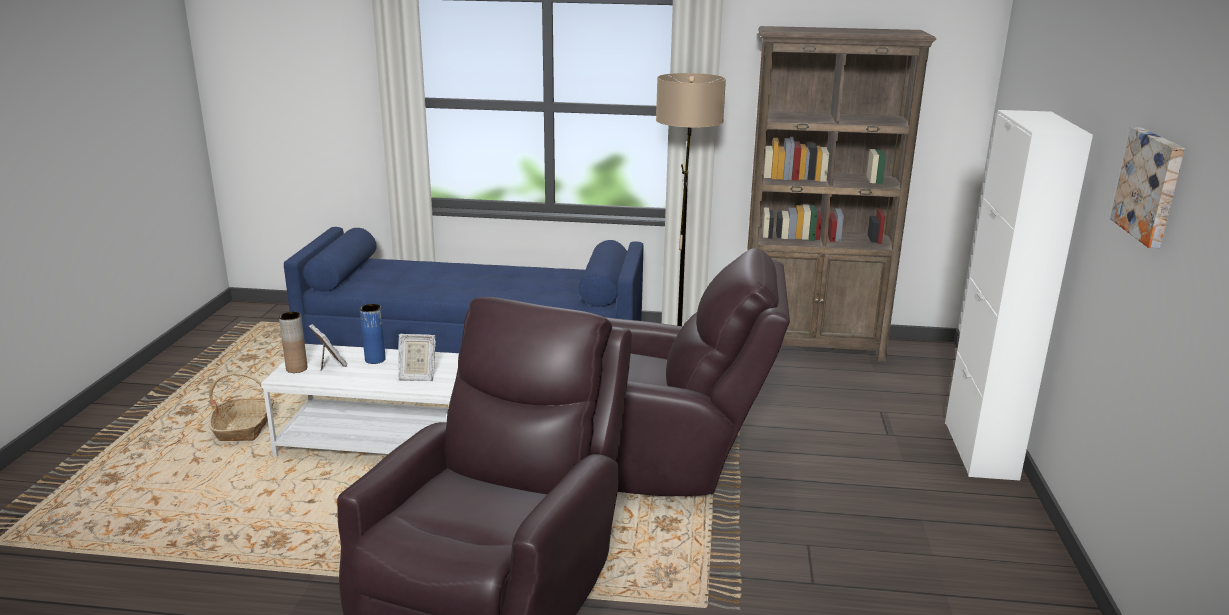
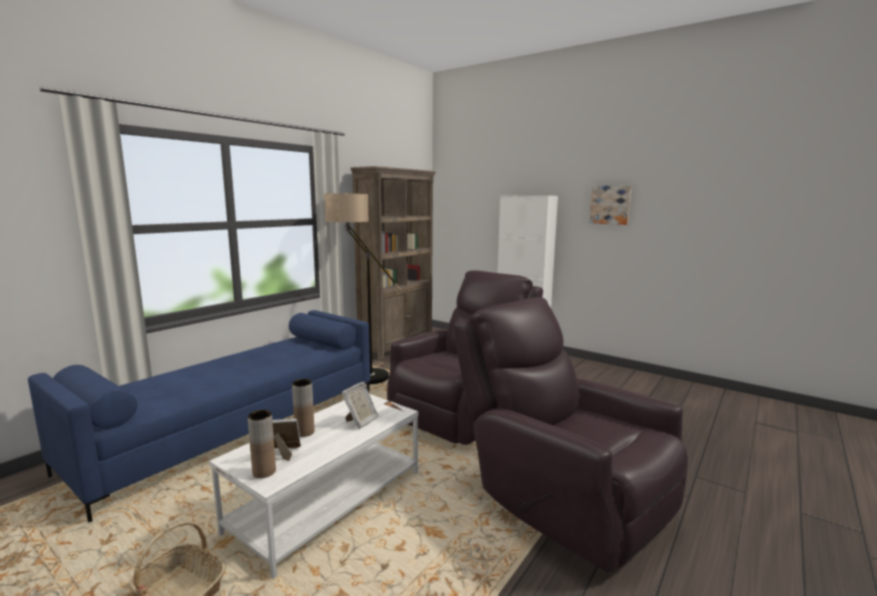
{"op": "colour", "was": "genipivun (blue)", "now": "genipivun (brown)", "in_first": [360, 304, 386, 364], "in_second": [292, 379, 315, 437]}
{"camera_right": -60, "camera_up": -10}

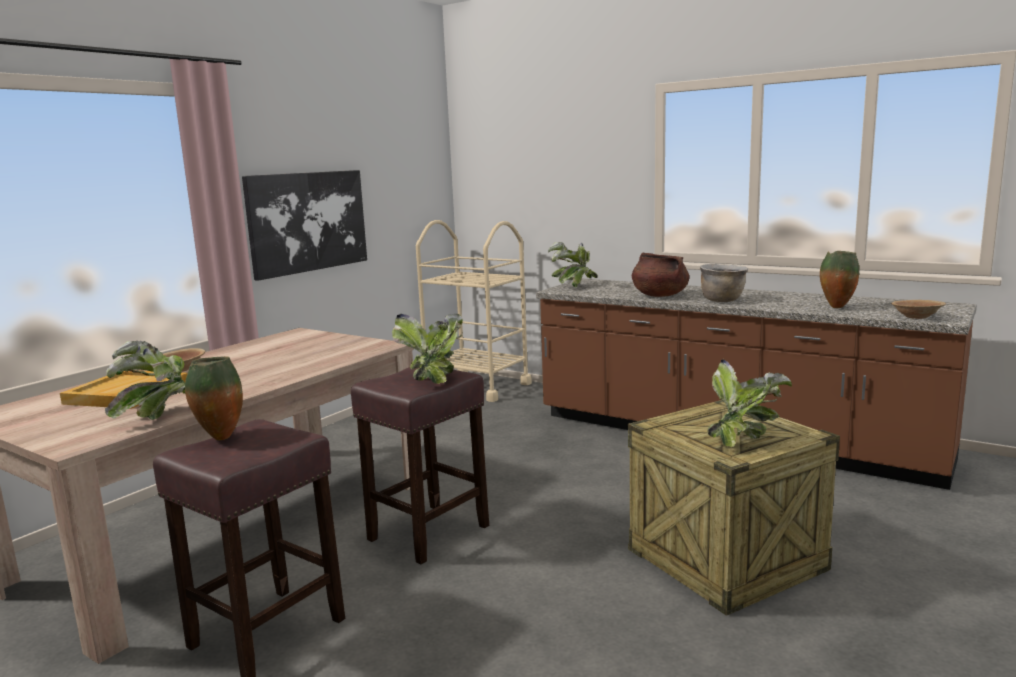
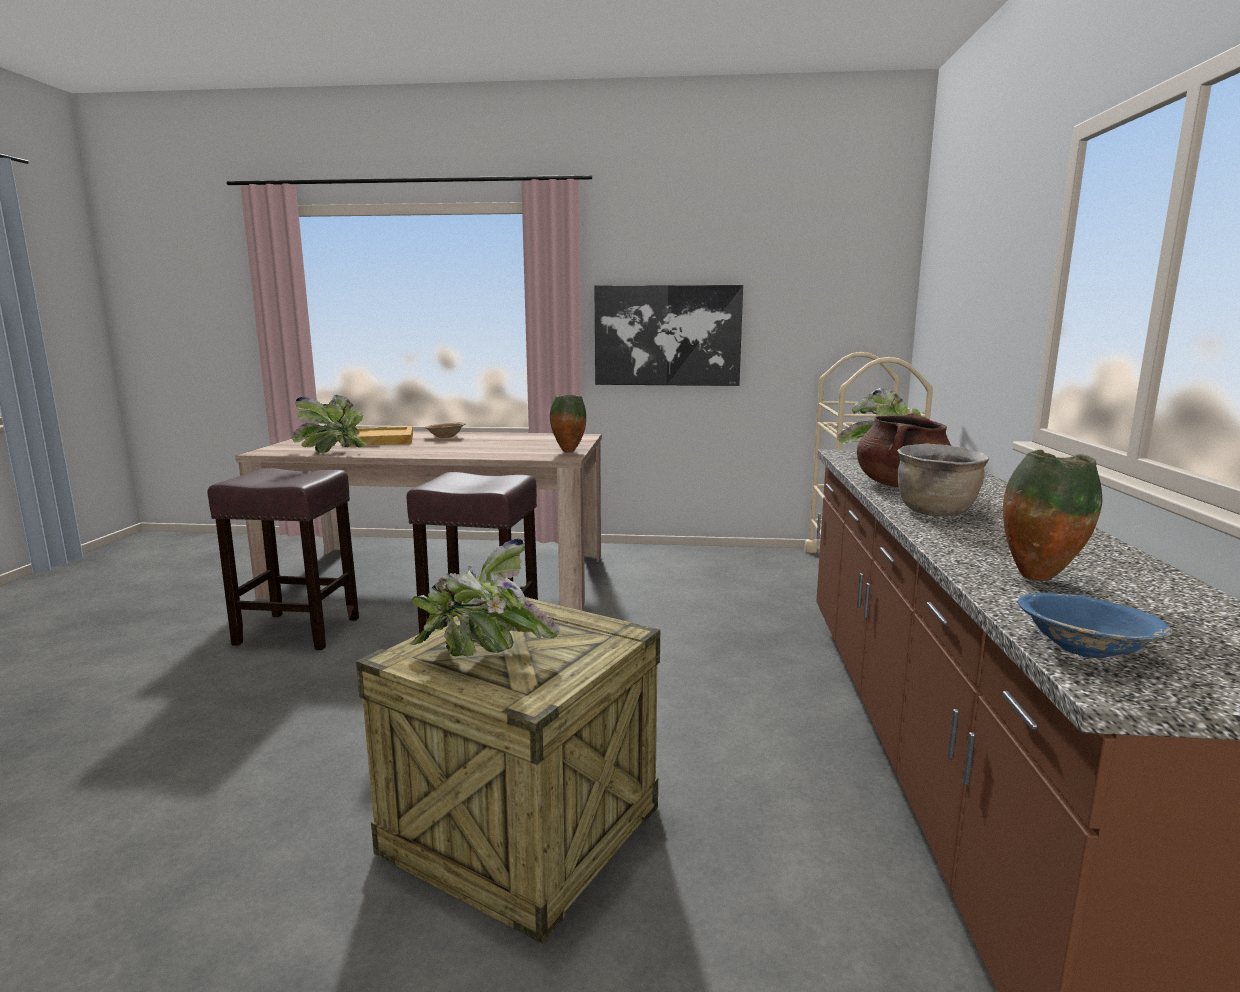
{"op": "relocated", "was": "genipivun", "in_first": [185, 356, 243, 440], "in_second": [550, 395, 586, 452]}
{"op": "missing", "was": "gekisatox", "in_first": [392, 314, 463, 384]}
{"op": "colour", "was": "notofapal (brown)", "now": "notofapal (blue)", "in_first": [891, 300, 946, 319], "in_second": [1018, 593, 1173, 658]}
{"camera_right": 60, "camera_up": 0}

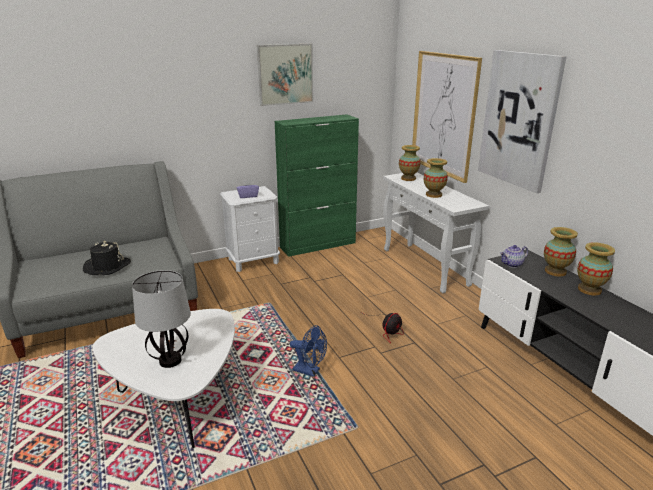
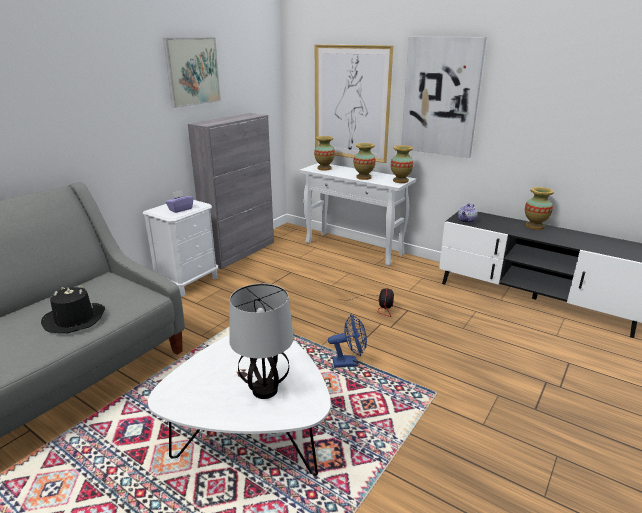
{"op": "colour", "was": "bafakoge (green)", "now": "bafakoge (grey)", "in_first": [275, 114, 359, 257], "in_second": [188, 113, 274, 269]}
{"op": "relocated", "was": "genipivun", "in_first": [544, 227, 578, 276], "in_second": [391, 145, 414, 183]}
{"camera_right": -30, "camera_up": 0}

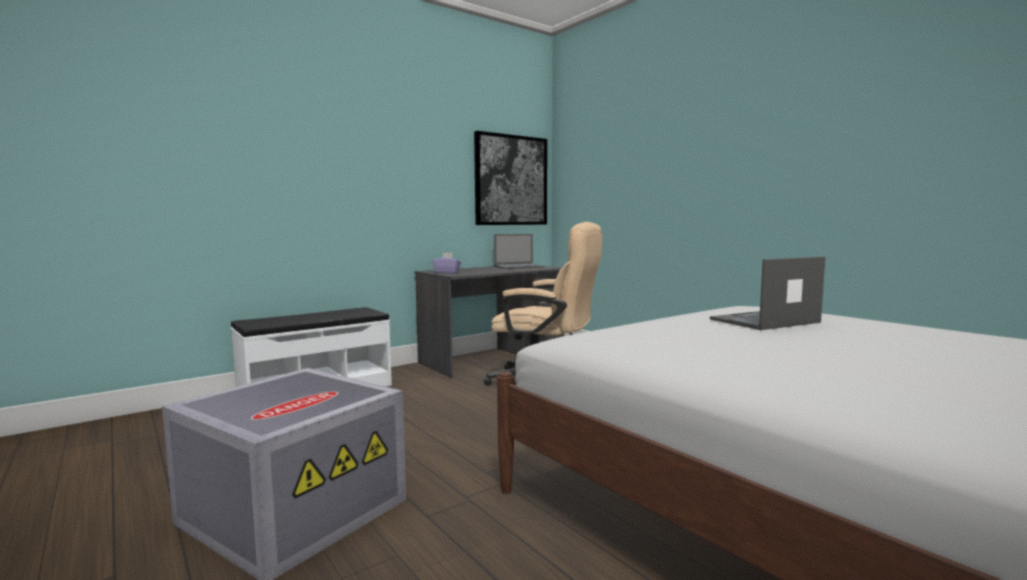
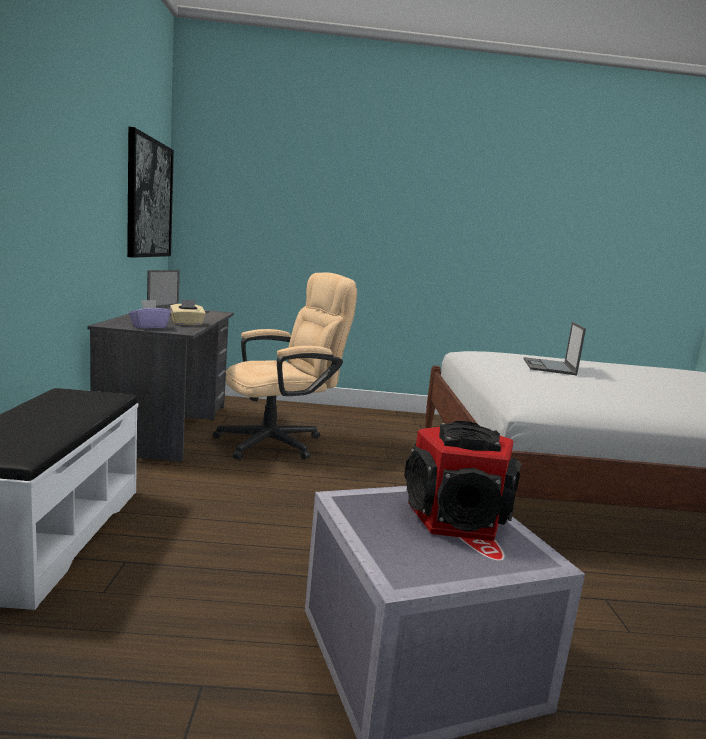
{"op": "appeared", "now": "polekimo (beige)", "in_second": [170, 299, 206, 325]}
{"op": "appeared", "now": "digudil", "in_second": [404, 421, 521, 541]}
{"camera_right": -55, "camera_up": 5}

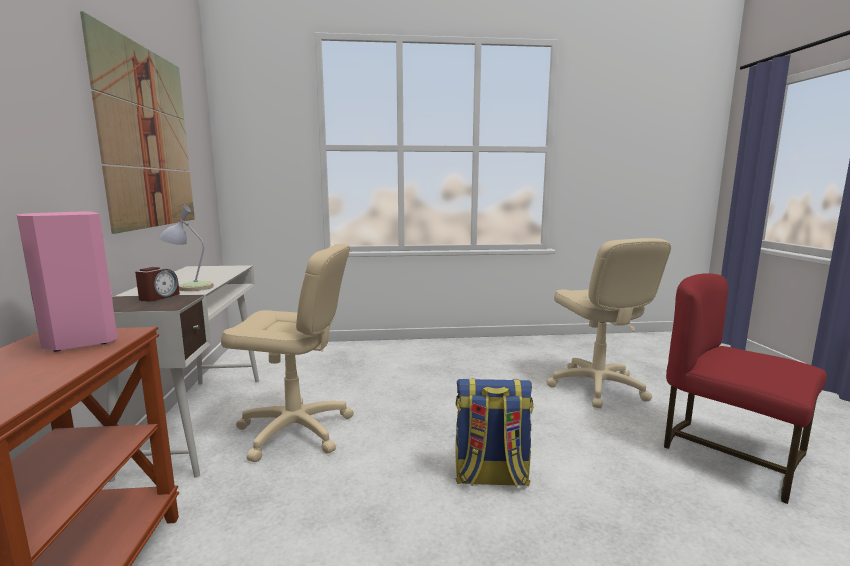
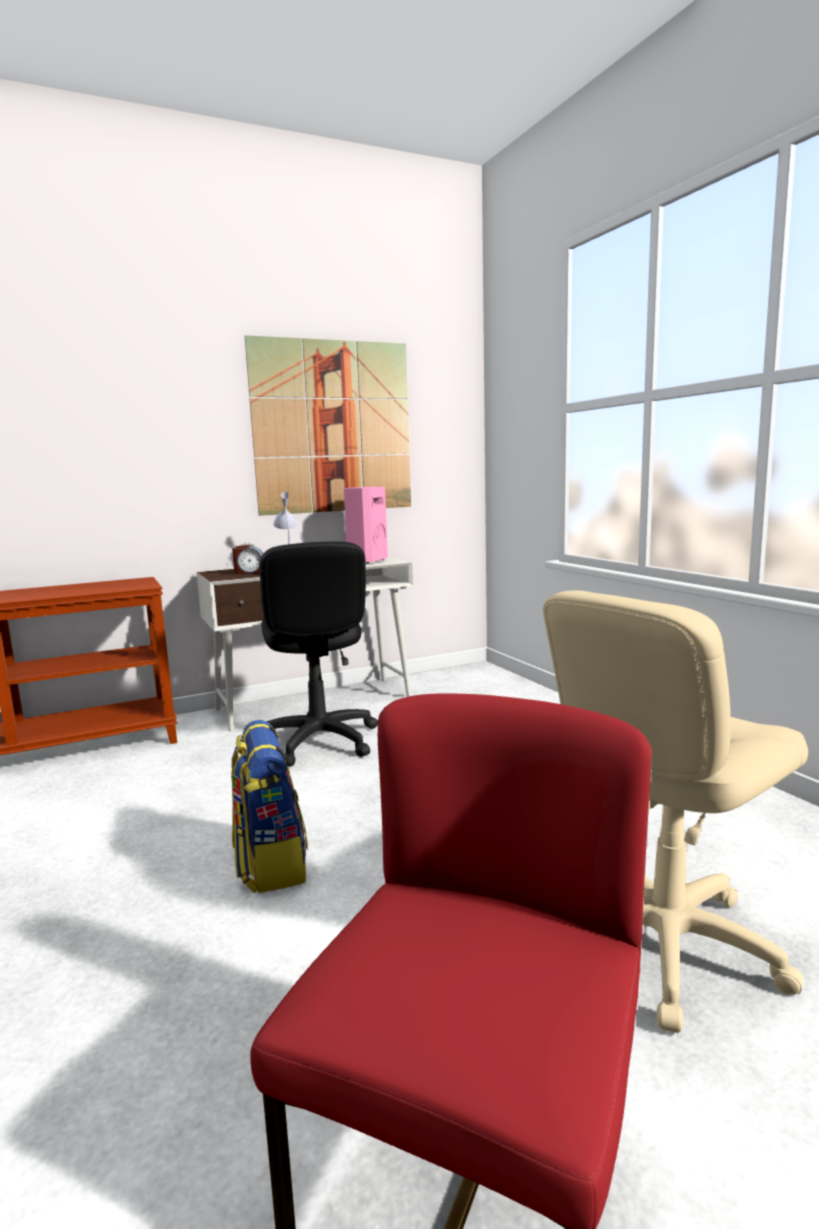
{"op": "relocated", "was": "digudil (pink)", "in_first": [17, 212, 118, 352], "in_second": [344, 487, 388, 564]}
{"op": "colour", "was": "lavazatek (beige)", "now": "lavazatek (black)", "in_first": [221, 244, 354, 462], "in_second": [259, 541, 378, 767]}
{"camera_right": 70, "camera_up": 0}

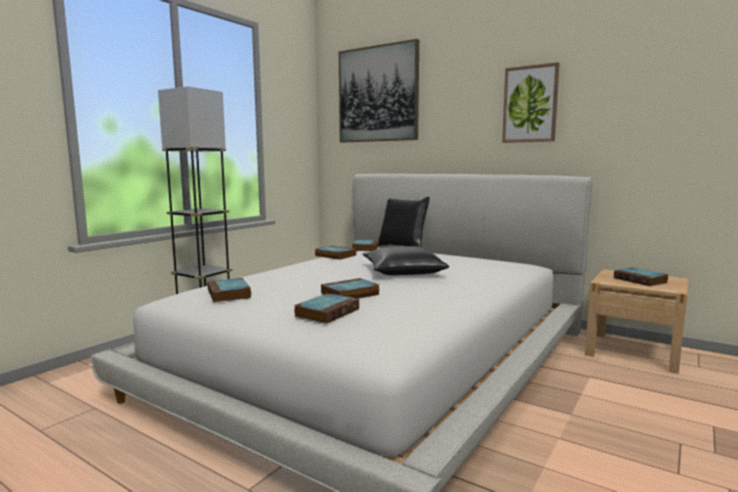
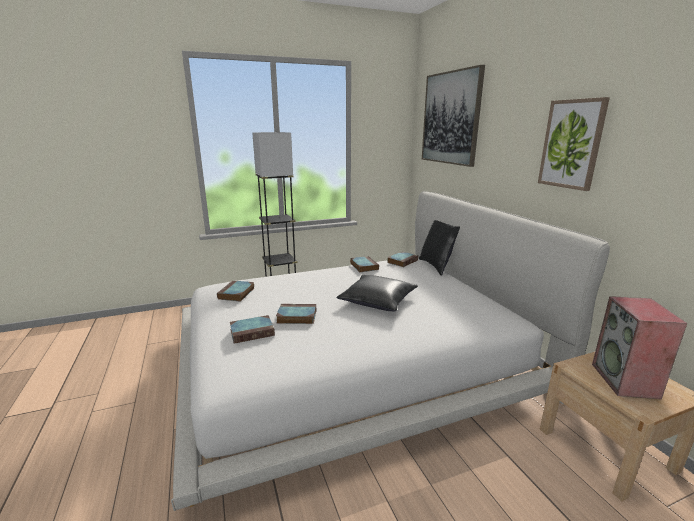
{"op": "exchanged", "was": "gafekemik", "now": "digudil", "in_first": [614, 268, 668, 286], "in_second": [592, 296, 687, 399]}
{"camera_right": 35, "camera_up": 10}

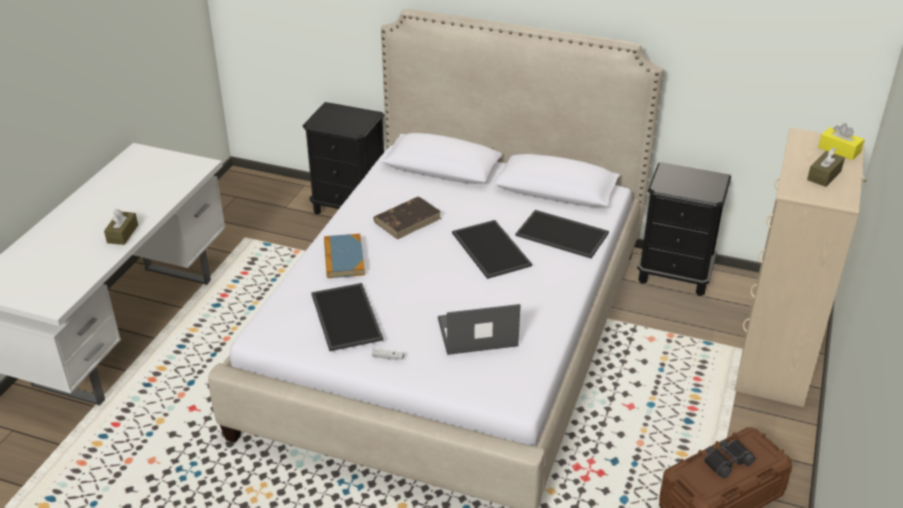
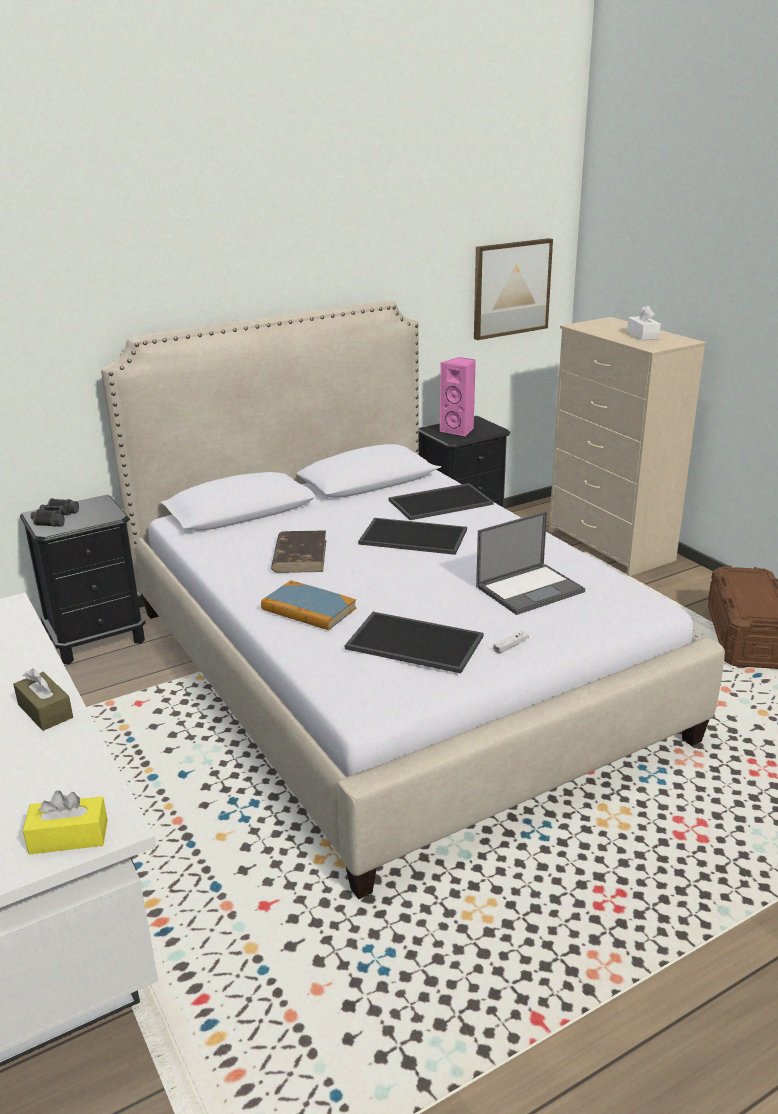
{"op": "spun", "was": "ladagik", "in_first": [438, 304, 520, 355], "in_second": [476, 511, 585, 615], "clockwise": -150}
{"op": "relocated", "was": "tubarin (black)", "in_first": [704, 439, 755, 479], "in_second": [31, 498, 79, 527]}
{"op": "colour", "was": "polekimo (brown)", "now": "polekimo (white)", "in_first": [807, 147, 845, 187], "in_second": [627, 305, 661, 340]}
{"op": "relocated", "was": "polekimo (yellow)", "in_first": [818, 123, 864, 160], "in_second": [23, 790, 108, 854]}
{"op": "appeared", "now": "digudil (pink)", "in_second": [440, 357, 476, 437]}
{"op": "appeared", "now": "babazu", "in_second": [474, 238, 553, 340]}
{"camera_right": -50, "camera_up": -10}

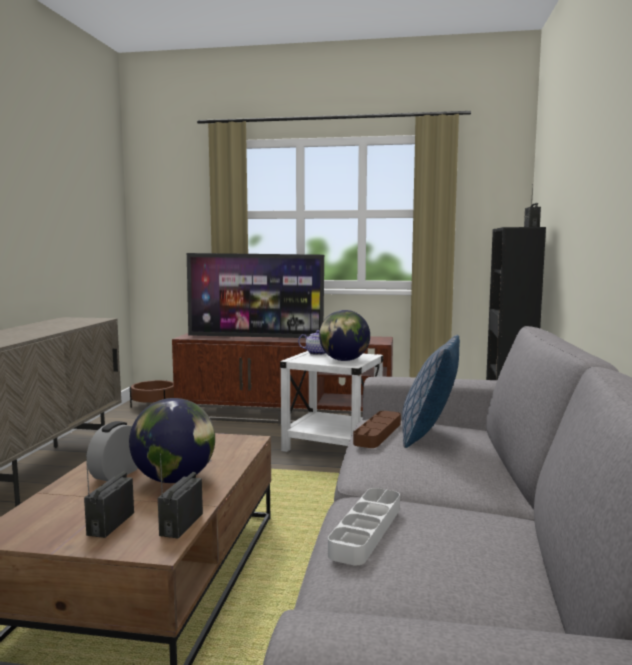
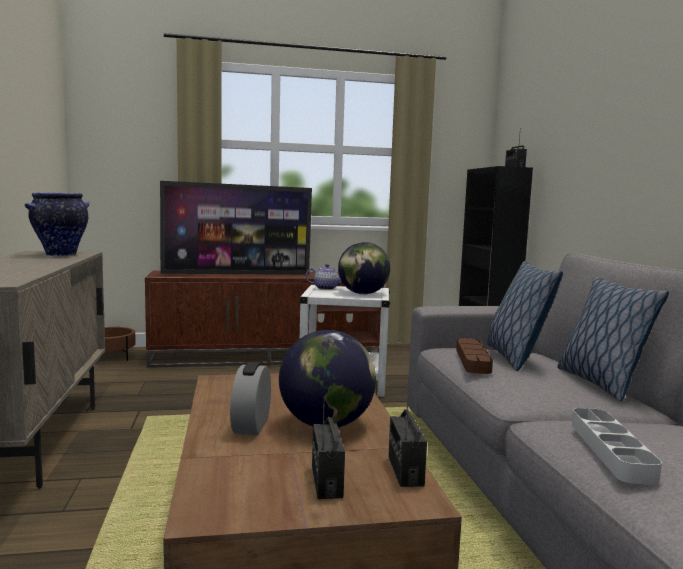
{"op": "appeared", "now": "genipivun", "in_second": [25, 193, 90, 256]}
{"op": "appeared", "now": "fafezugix", "in_second": [557, 277, 669, 401]}
{"camera_right": -20, "camera_up": 0}

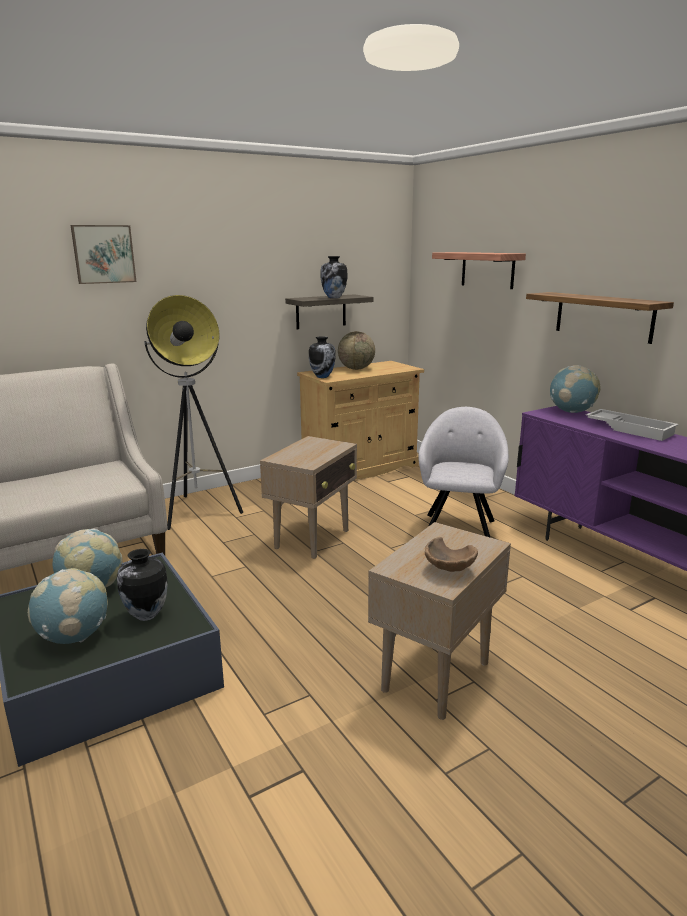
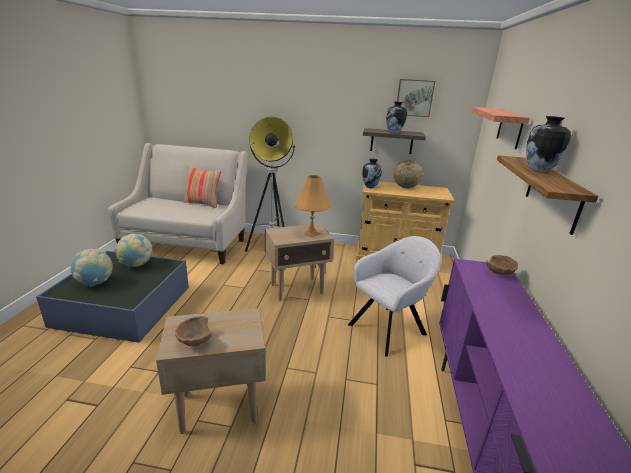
{"op": "relocated", "was": "babazu", "in_first": [71, 225, 136, 284], "in_second": [397, 79, 435, 117]}
{"op": "relocated", "was": "genipivun", "in_first": [117, 549, 168, 621], "in_second": [526, 116, 571, 173]}
{"op": "exchanged", "was": "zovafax", "now": "notofapal (brown)", "in_first": [550, 365, 601, 413], "in_second": [486, 255, 518, 275]}
{"op": "missing", "was": "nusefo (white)", "in_first": [586, 409, 679, 441]}
{"op": "appeared", "now": "fafezugix", "in_second": [184, 166, 221, 208]}
{"op": "appeared", "now": "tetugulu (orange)", "in_second": [293, 175, 332, 237]}
{"camera_right": 40, "camera_up": 5}

